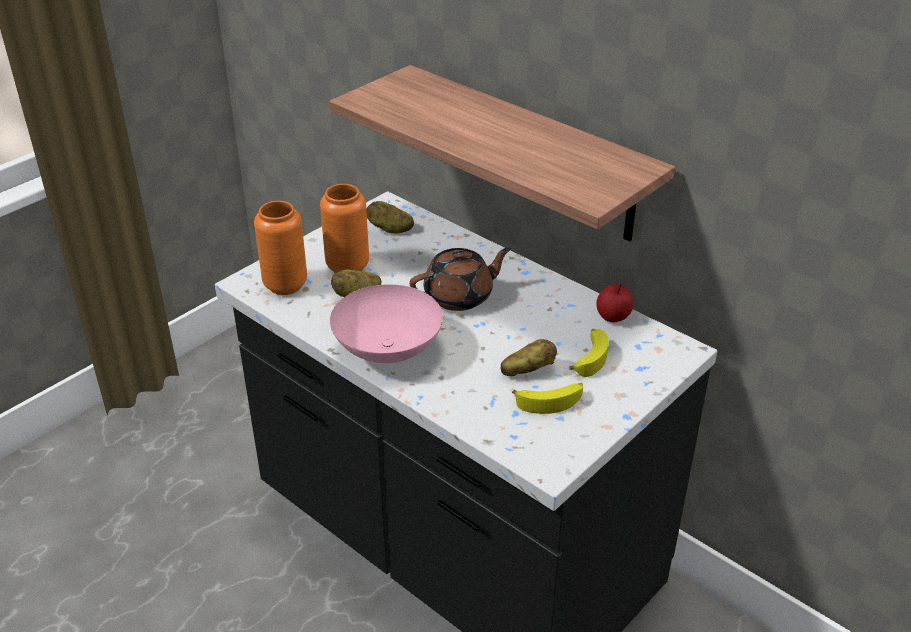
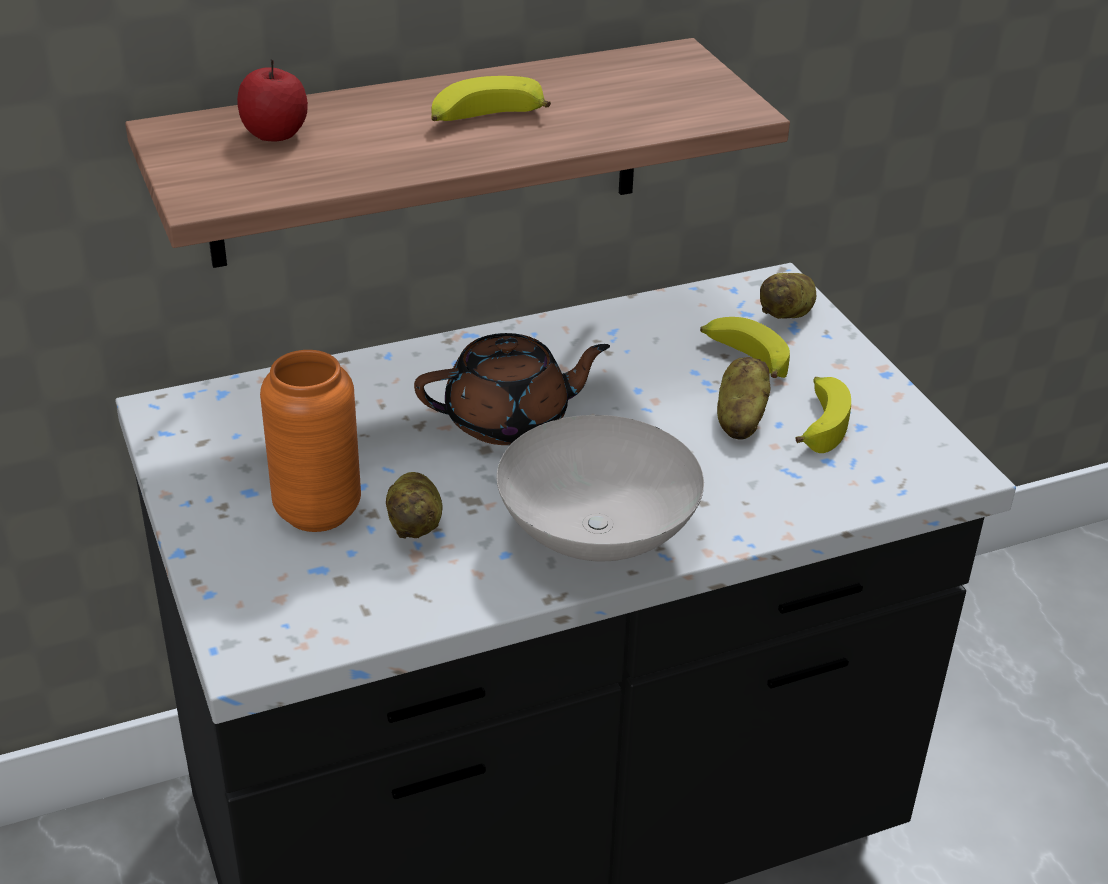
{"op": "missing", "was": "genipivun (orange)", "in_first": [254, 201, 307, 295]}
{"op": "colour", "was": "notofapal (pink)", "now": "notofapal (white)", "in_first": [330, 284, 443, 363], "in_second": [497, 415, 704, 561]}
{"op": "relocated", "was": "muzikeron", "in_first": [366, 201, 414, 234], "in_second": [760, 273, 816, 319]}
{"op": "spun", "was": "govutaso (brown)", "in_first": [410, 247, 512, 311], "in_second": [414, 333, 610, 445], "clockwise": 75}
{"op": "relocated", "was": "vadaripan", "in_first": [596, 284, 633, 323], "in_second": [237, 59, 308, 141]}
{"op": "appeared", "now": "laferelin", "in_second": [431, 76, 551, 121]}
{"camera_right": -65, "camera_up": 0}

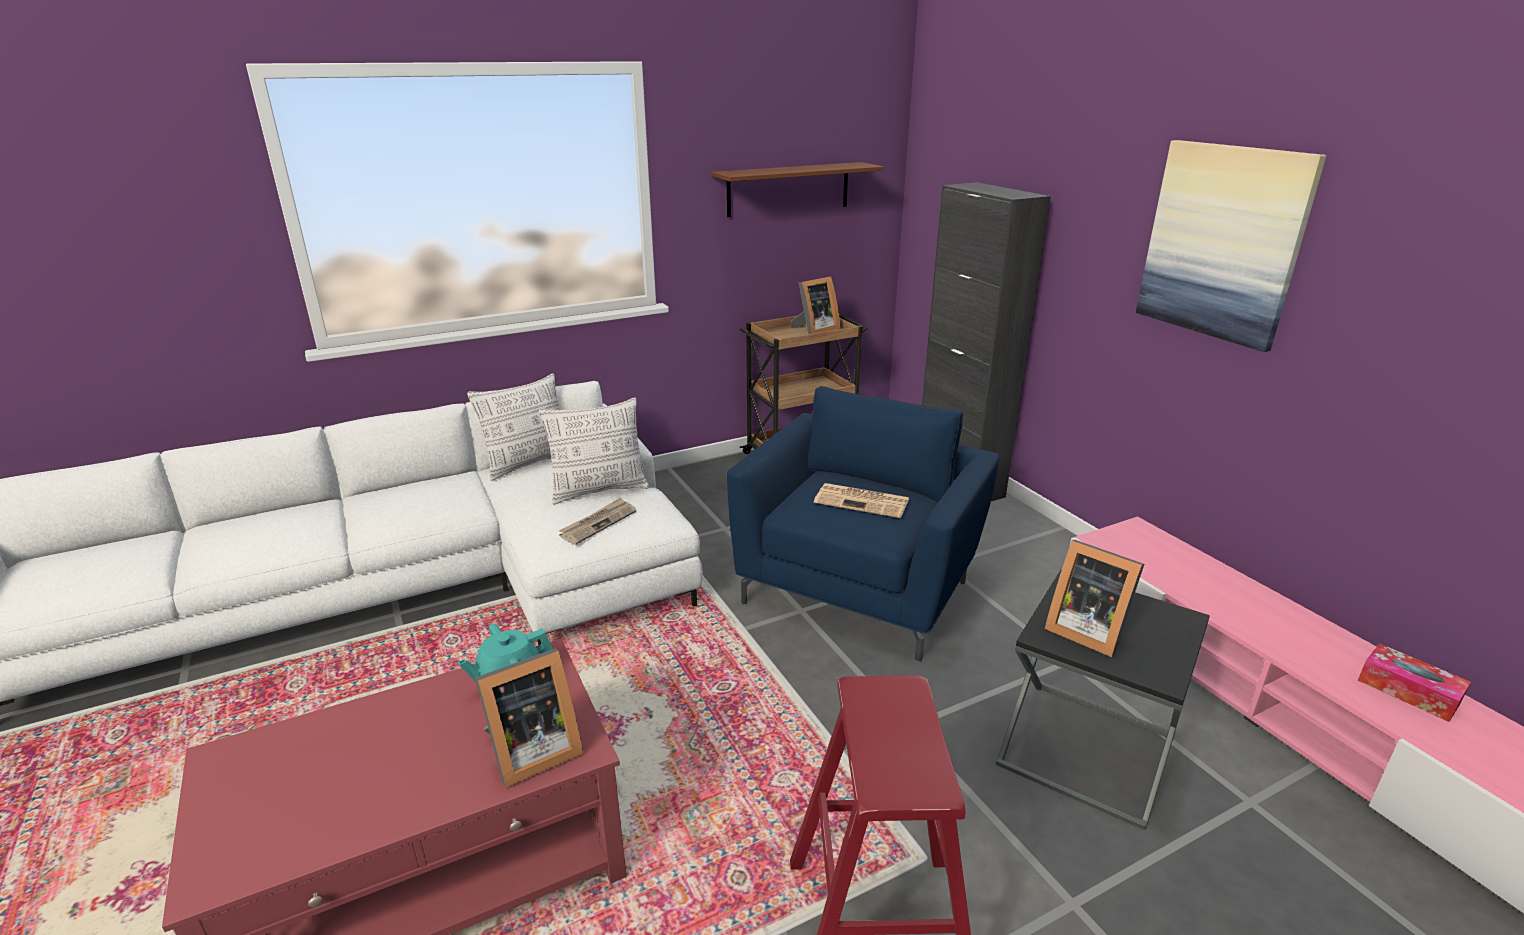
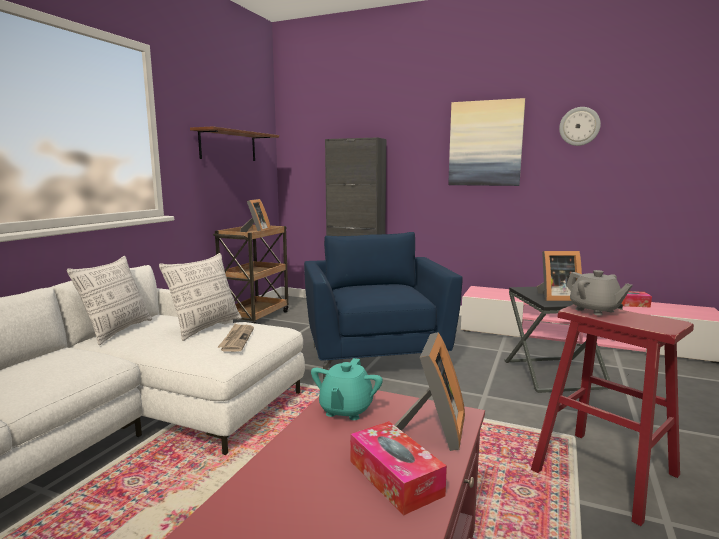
{"op": "missing", "was": "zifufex", "in_first": [814, 483, 909, 518]}
{"op": "appeared", "now": "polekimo", "in_second": [350, 421, 447, 516]}
{"op": "appeared", "now": "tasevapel", "in_second": [559, 107, 601, 146]}
{"op": "appeared", "now": "govutaso (grey)", "in_second": [566, 270, 633, 316]}
{"camera_right": -40, "camera_up": -15}

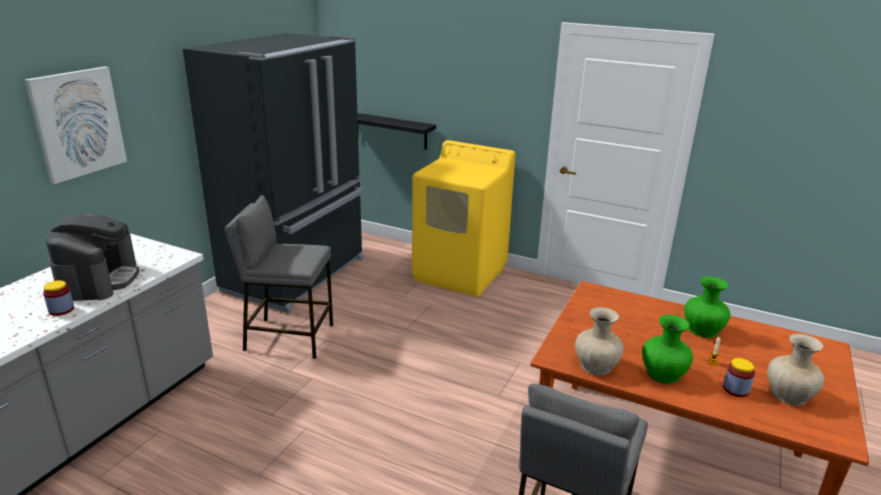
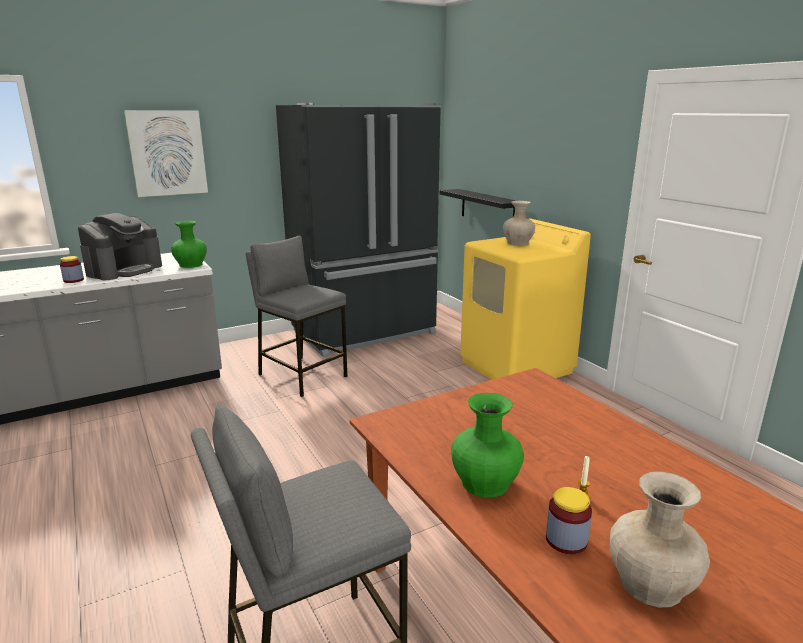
{"op": "relocated", "was": "genipivun (beige)", "in_first": [575, 307, 624, 375], "in_second": [503, 201, 535, 245]}
{"op": "relocated", "was": "genipivun (green)", "in_first": [684, 276, 731, 338], "in_second": [171, 221, 207, 268]}
{"camera_right": 35, "camera_up": -5}

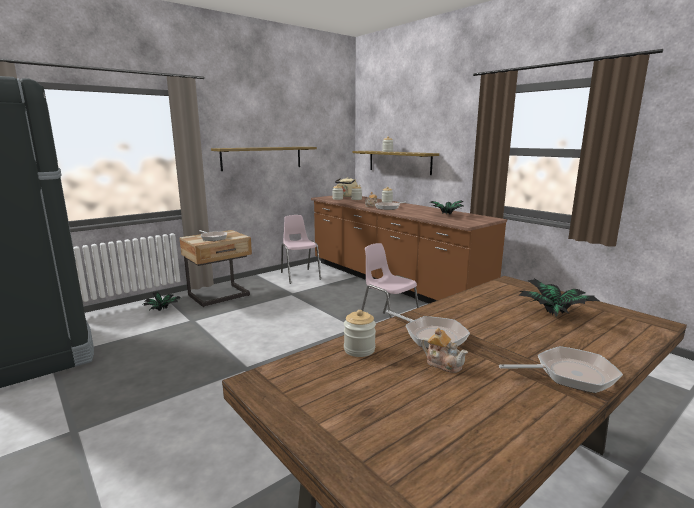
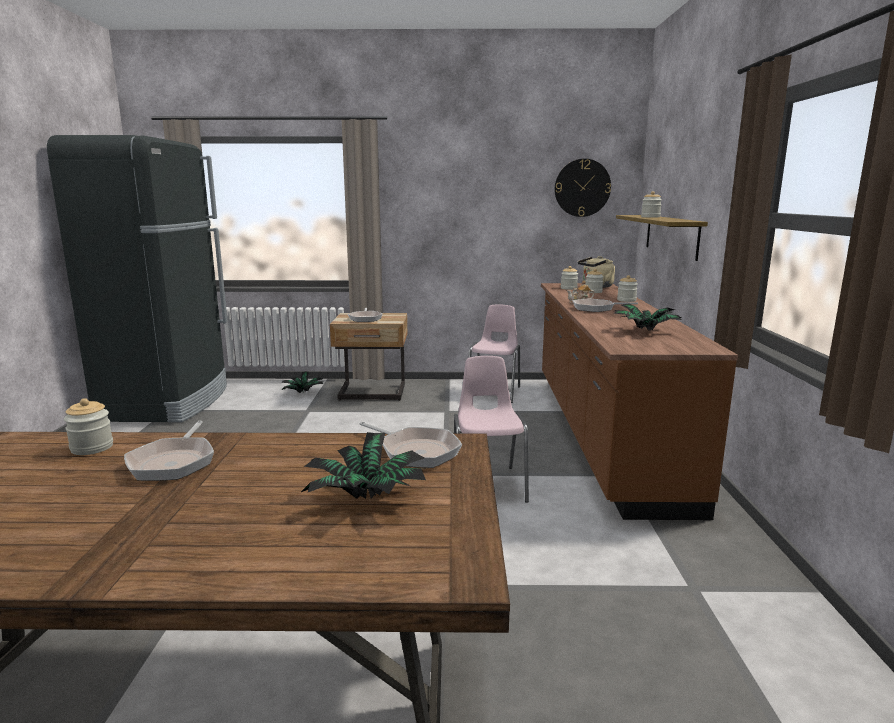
{"op": "missing", "was": "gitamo", "in_first": [211, 147, 317, 171]}
{"op": "missing", "was": "govutaso", "in_first": [421, 328, 468, 373]}
{"op": "relocated", "was": "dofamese", "in_first": [499, 346, 623, 393], "in_second": [359, 422, 462, 468]}
{"op": "appeared", "now": "tasevapel", "in_second": [555, 159, 611, 217]}
{"camera_right": 40, "camera_up": 0}

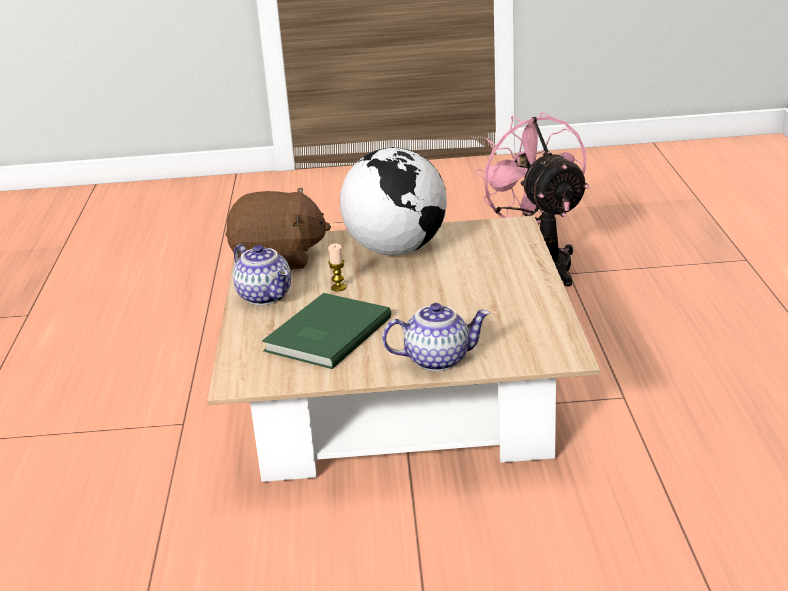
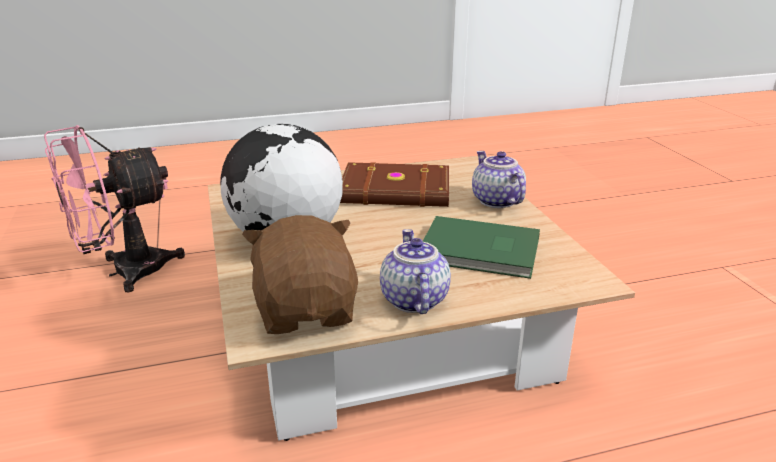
{"op": "spun", "was": "govutaso", "in_first": [233, 244, 291, 305], "in_second": [380, 229, 451, 314], "clockwise": -45}
{"op": "missing", "was": "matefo", "in_first": [329, 243, 346, 291]}
{"op": "appeared", "now": "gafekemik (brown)", "in_second": [340, 162, 449, 207]}
{"camera_right": -105, "camera_up": 0}

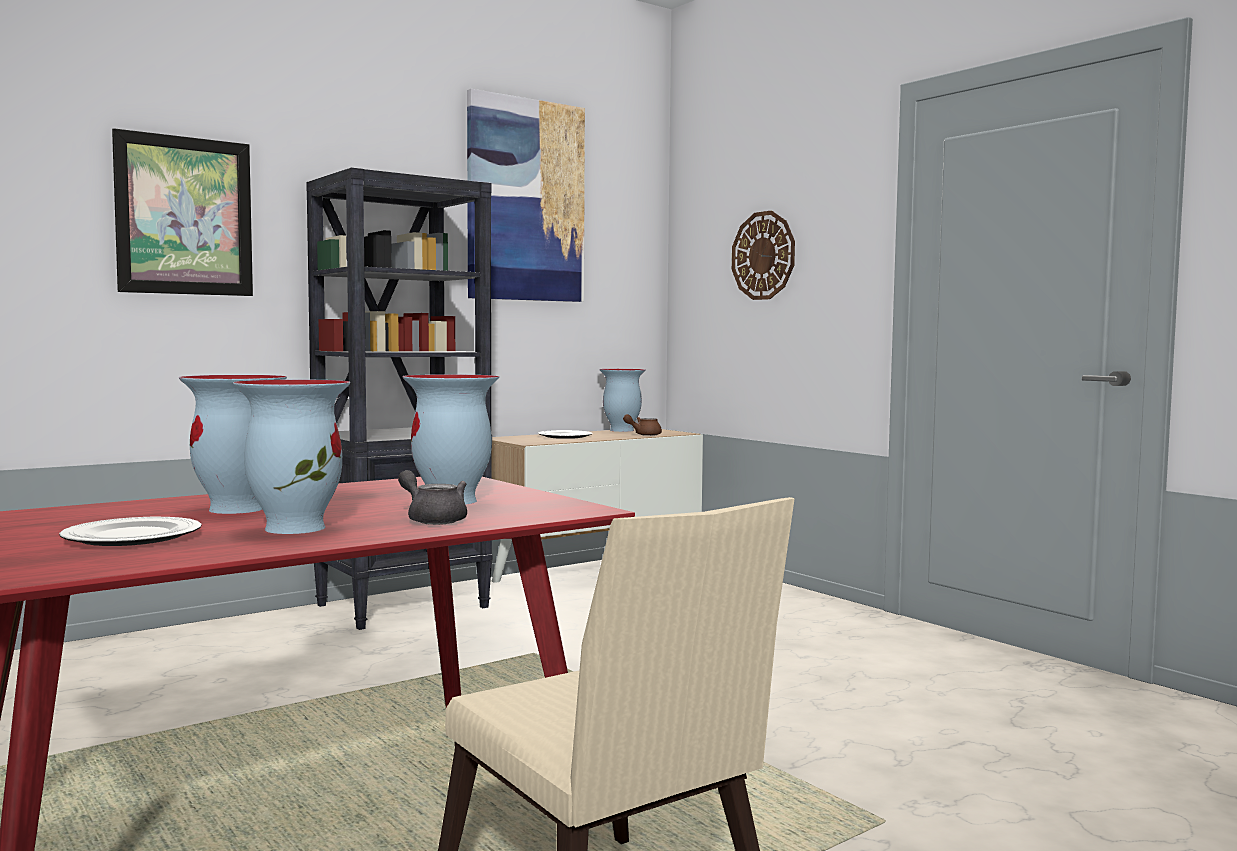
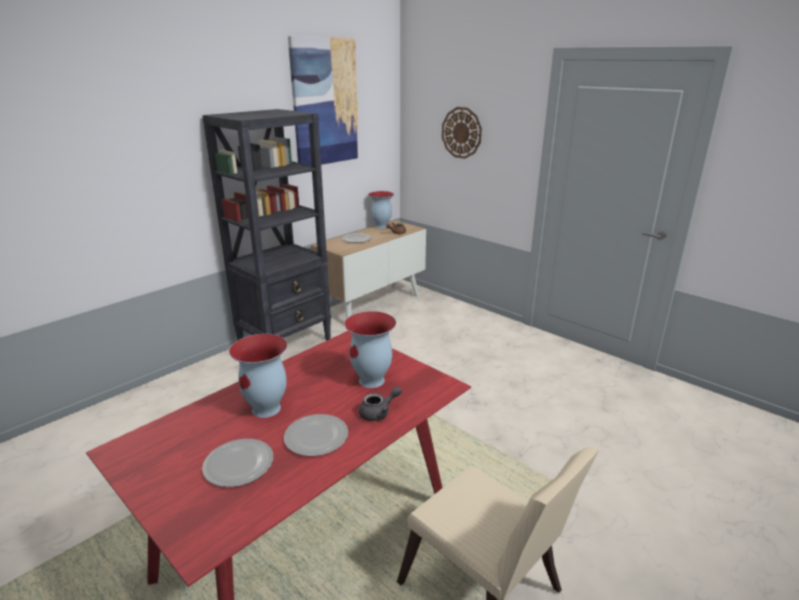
{"op": "missing", "was": "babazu", "in_first": [112, 128, 253, 296]}
{"op": "exchanged", "was": "genipivun", "now": "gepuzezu", "in_first": [233, 379, 351, 534], "in_second": [284, 414, 348, 456]}
{"op": "spun", "was": "govutaso (grey)", "in_first": [398, 470, 467, 525], "in_second": [359, 386, 402, 421], "clockwise": 120}
{"camera_right": -10, "camera_up": 20}

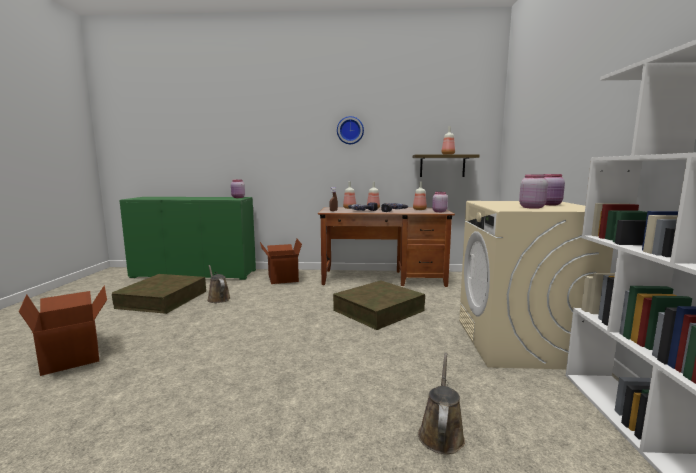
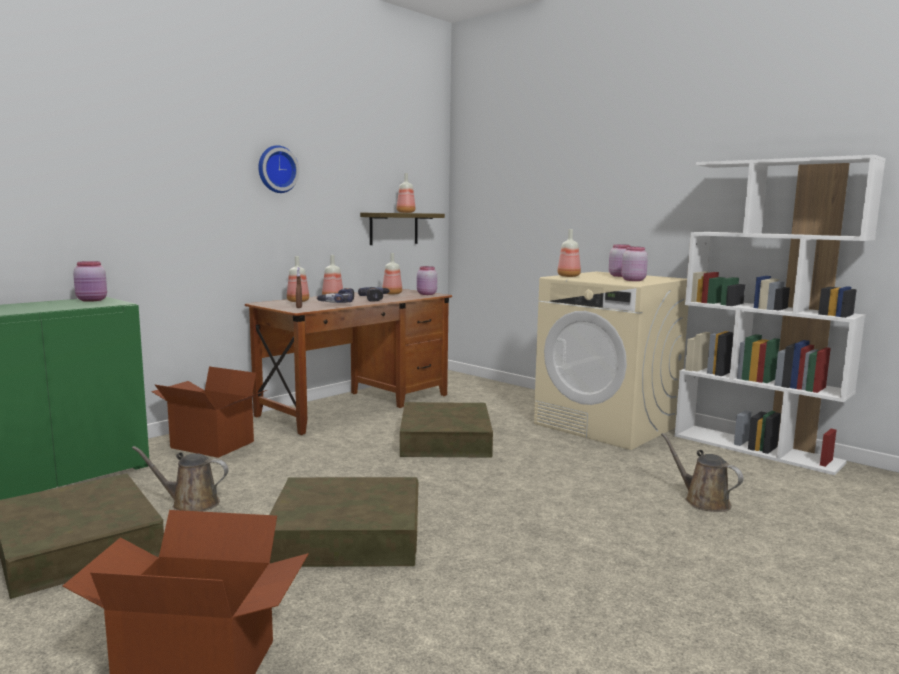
{"op": "appeared", "now": "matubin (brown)", "in_second": [269, 477, 419, 567]}
{"op": "appeared", "now": "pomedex", "in_second": [557, 229, 581, 277]}
{"camera_right": -50, "camera_up": 0}

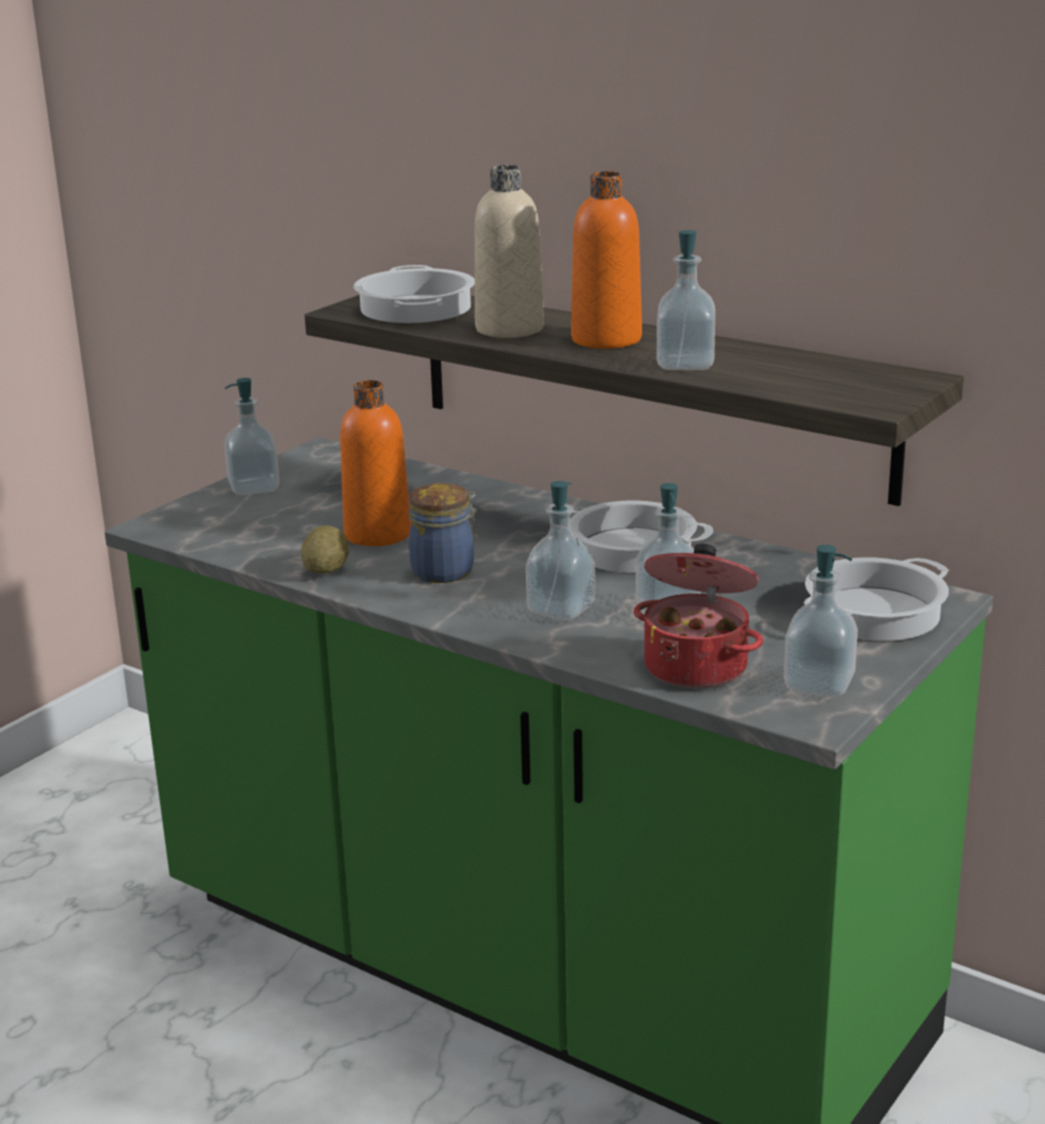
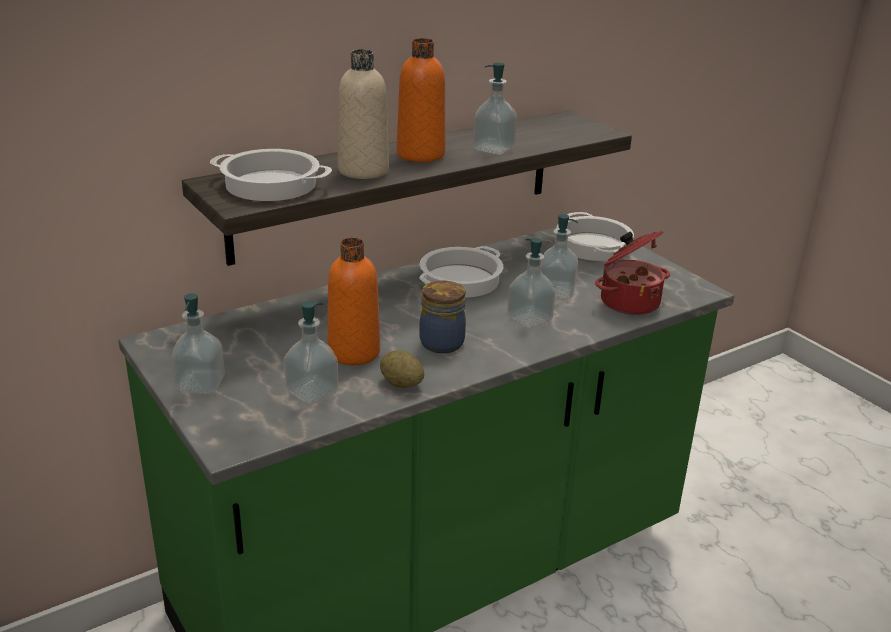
{"op": "relocated", "was": "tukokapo", "in_first": [784, 545, 858, 698], "in_second": [284, 301, 339, 405]}
{"camera_right": -70, "camera_up": 5}

